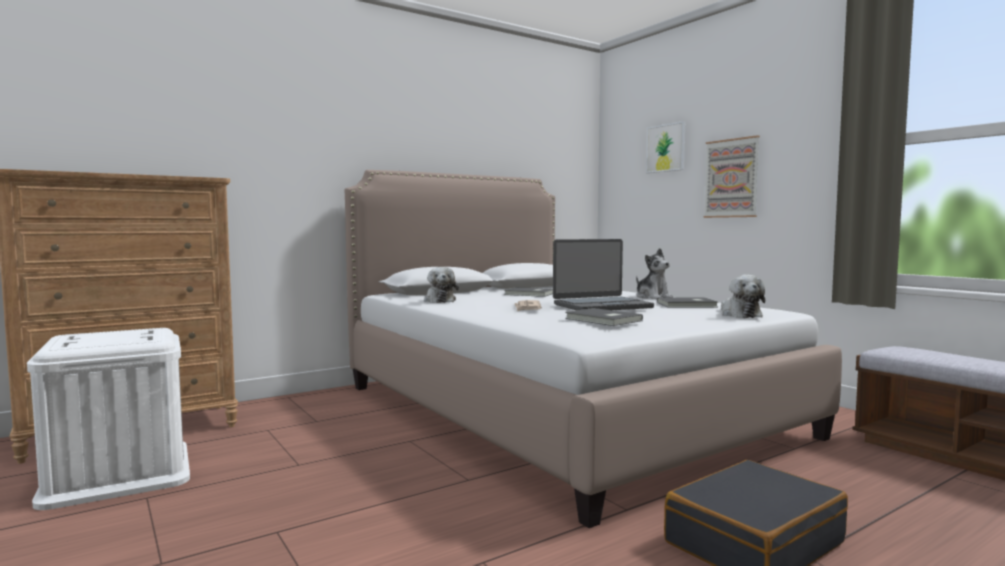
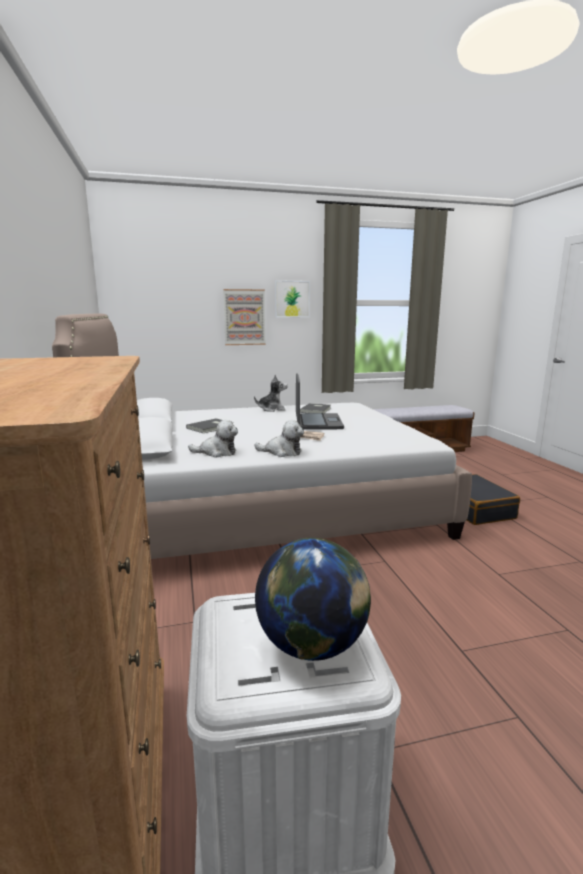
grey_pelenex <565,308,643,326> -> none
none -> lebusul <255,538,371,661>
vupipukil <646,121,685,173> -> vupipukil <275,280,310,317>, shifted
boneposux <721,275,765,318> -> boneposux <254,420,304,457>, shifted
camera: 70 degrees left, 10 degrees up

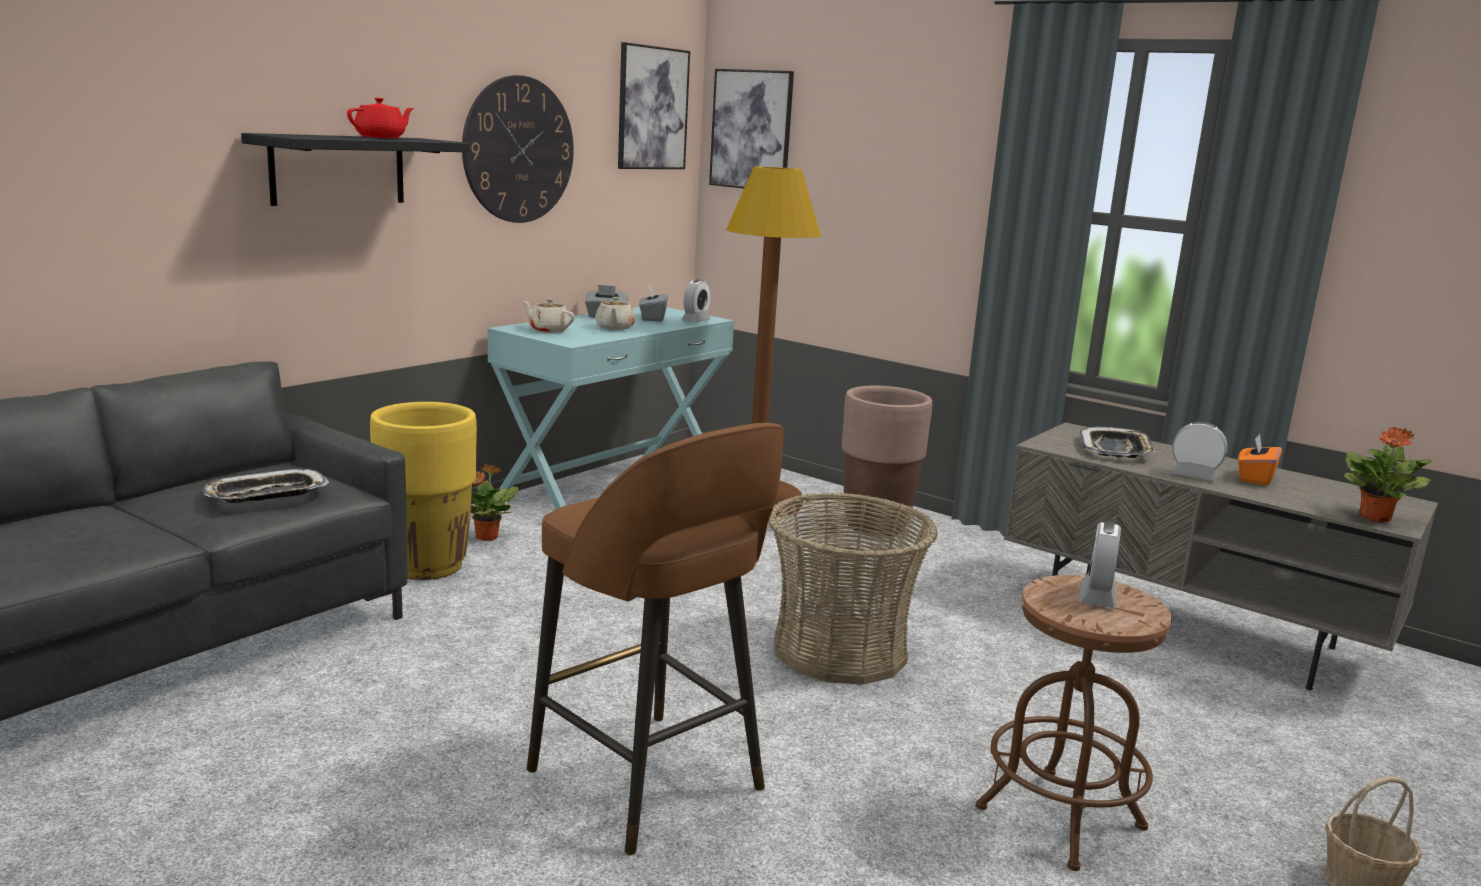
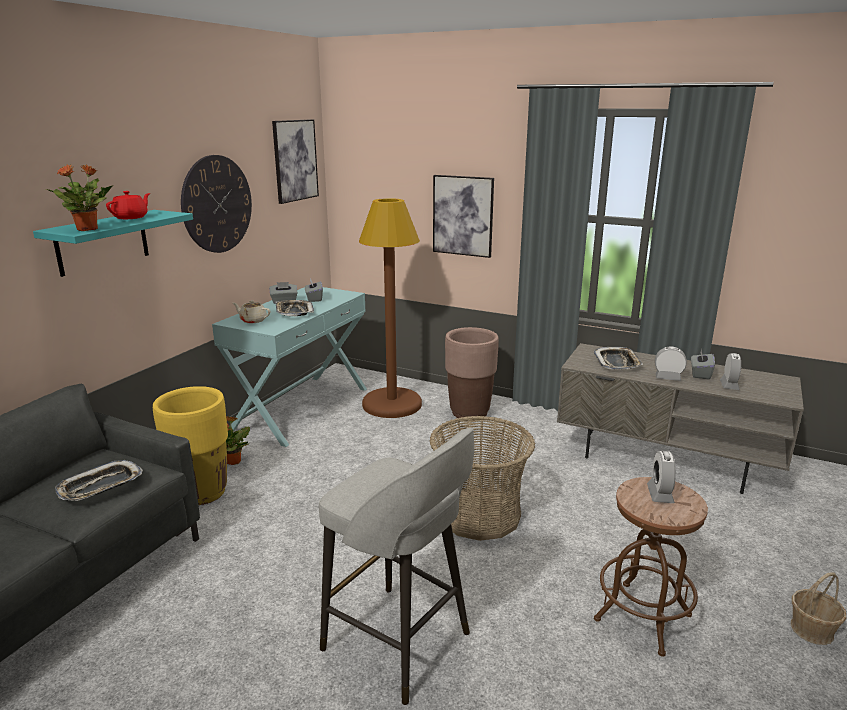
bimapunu <681,280,711,323> -> bimapunu <720,353,741,390>, shifted
vupipukil <709,69,794,189> -> vupipukil <433,175,494,258>, shifted
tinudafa <1344,427,1433,523> -> tinudafa <46,164,113,231>, shifted
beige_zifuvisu <595,297,635,330> -> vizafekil <276,300,314,316>
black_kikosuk <241,133,470,206> -> turquoise_kikosuk <33,210,193,277>
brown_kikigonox <527,423,784,855> -> grey_kikigonox <319,427,474,705>
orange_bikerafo <1238,434,1282,486> -> grey_bikerafo <691,350,715,379>
camera: 10 degrees left, 5 degrees up

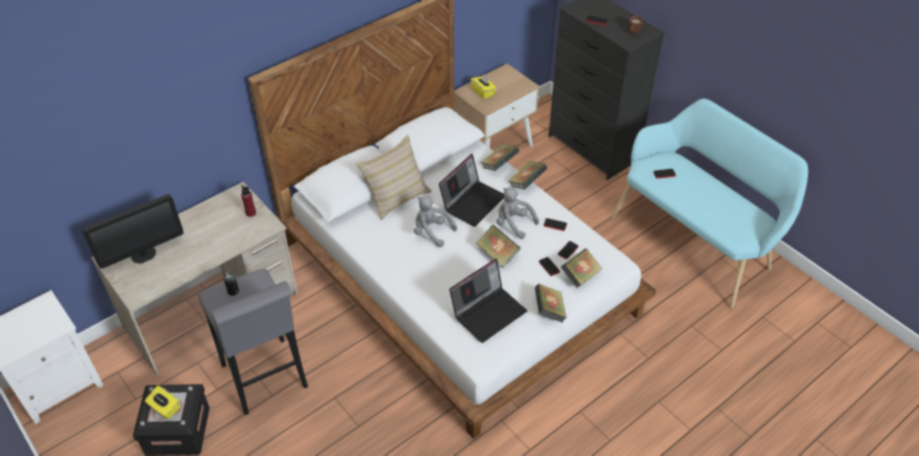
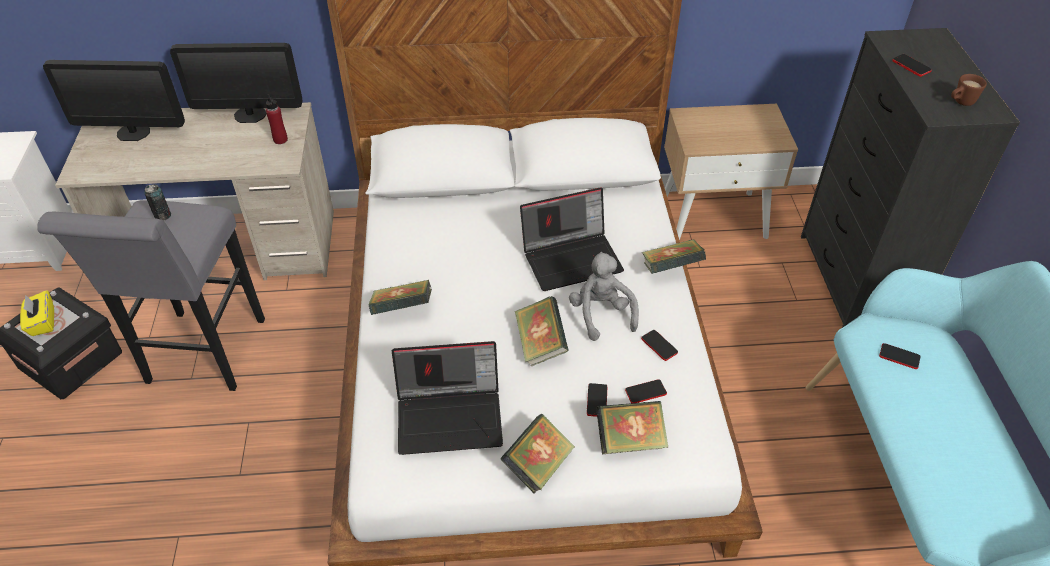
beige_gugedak <356,135,432,220> -> none
grey_boneposux <414,196,457,247> -> none
yellow_bikerafo <471,74,496,99> -> none
none -> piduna <170,43,303,123>
pelenex <481,144,519,171> -> pelenex <368,280,432,315>, shifted
camera: 35 degrees right, 0 degrees up

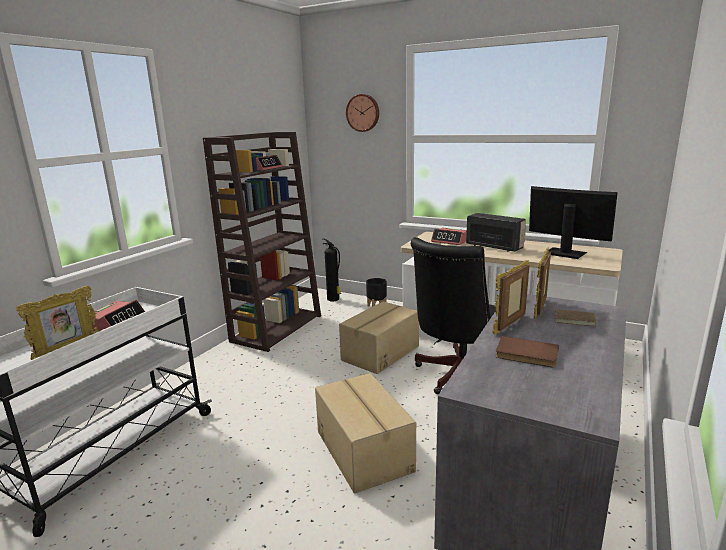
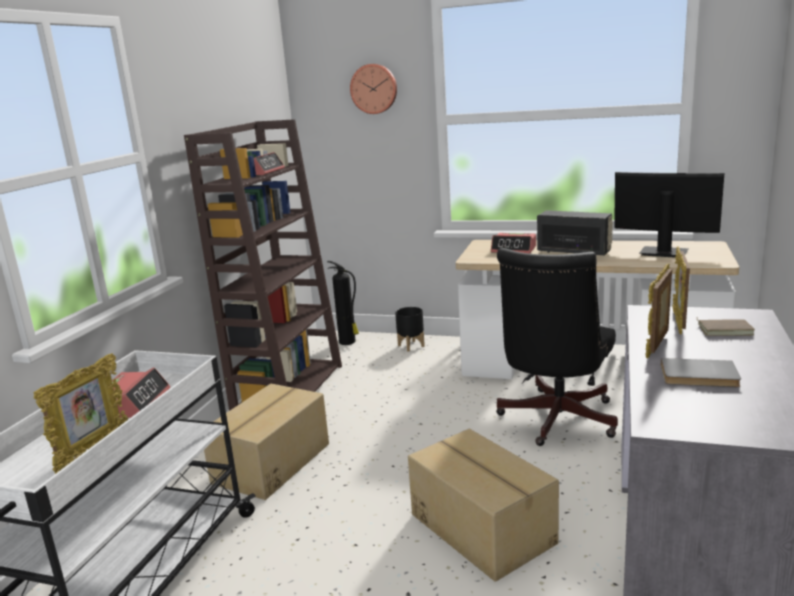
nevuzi <339,302,419,374> -> nevuzi <204,384,329,500>, shifted
brown_pelenex <496,336,559,368> -> grey_pelenex <661,358,741,387>
camera: 10 degrees left, 0 degrees up

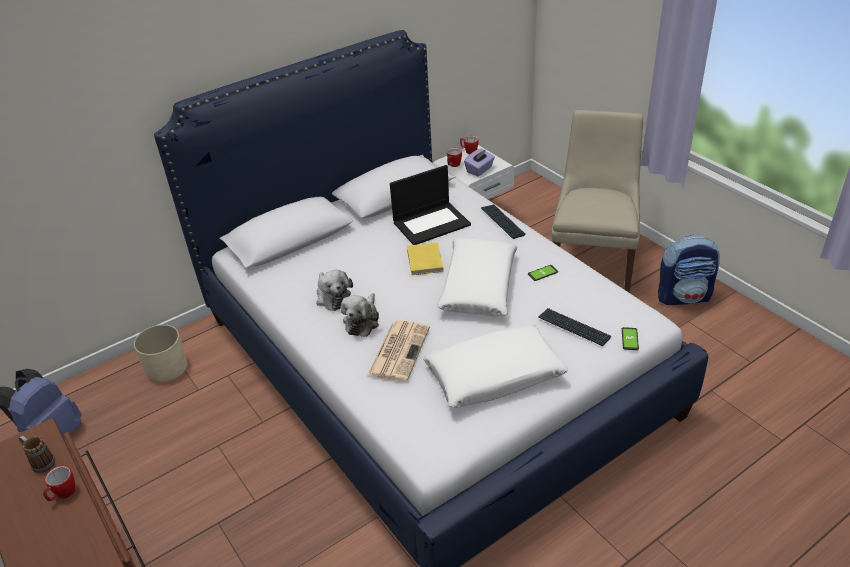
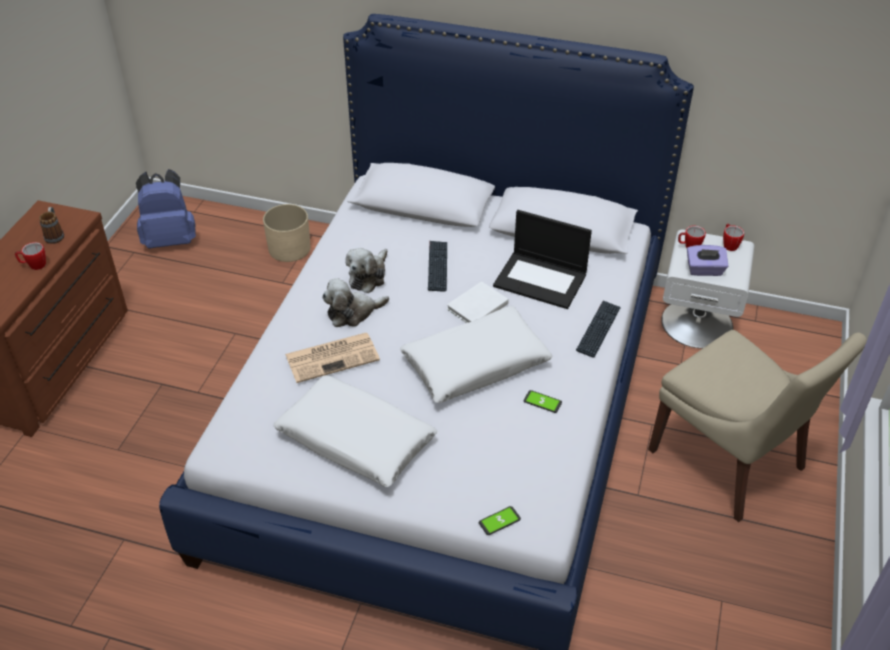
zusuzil <658,235,720,305> -> none
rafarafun <538,308,611,346> -> rafarafun <428,241,447,292>, shifted
yellow_pelenex <407,242,444,275> -> white_pelenex <447,281,509,323>
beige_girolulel <551,110,643,292> -> beige_girolulel <648,330,867,522>, 75 degrees clockwise
camera: 50 degrees right, 5 degrees up

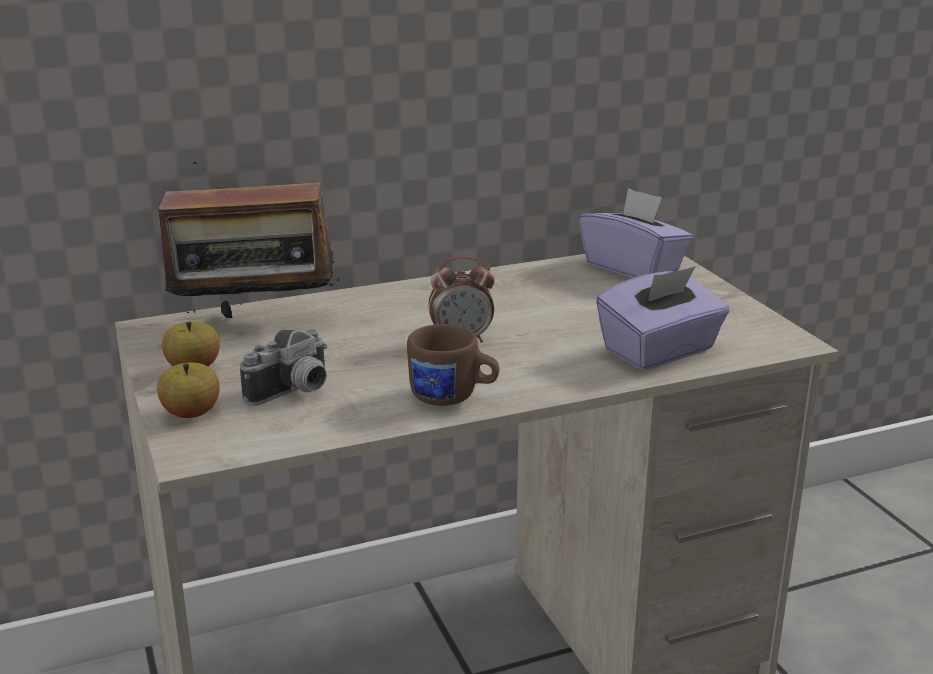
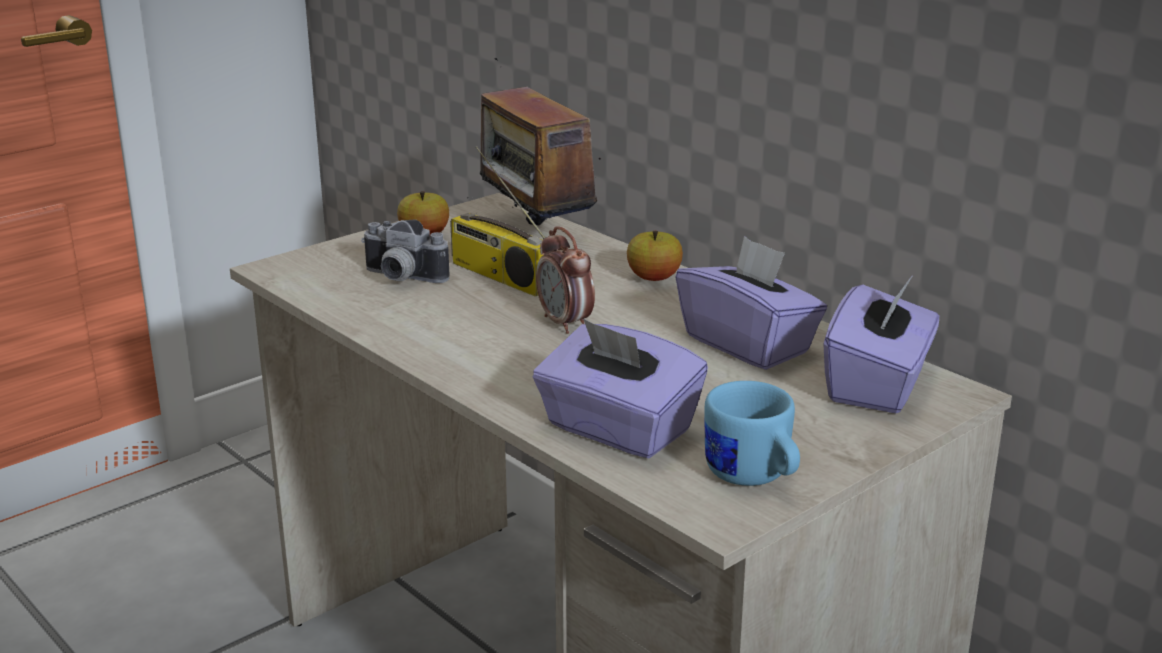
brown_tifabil <407,324,499,406> -> none
none -> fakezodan <450,146,546,297>
none -> purple_bikerafo <676,236,827,370>
none -> blue_tifabil <704,381,800,486>
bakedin <157,363,220,418> -> bakedin <627,231,683,281>, shifted
camera: 70 degrees right, 0 degrees up

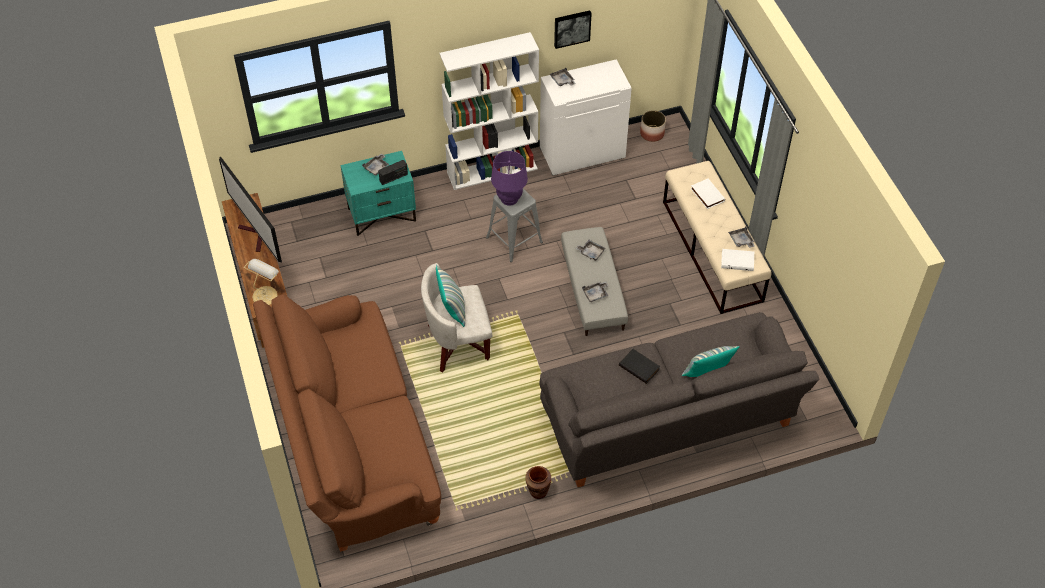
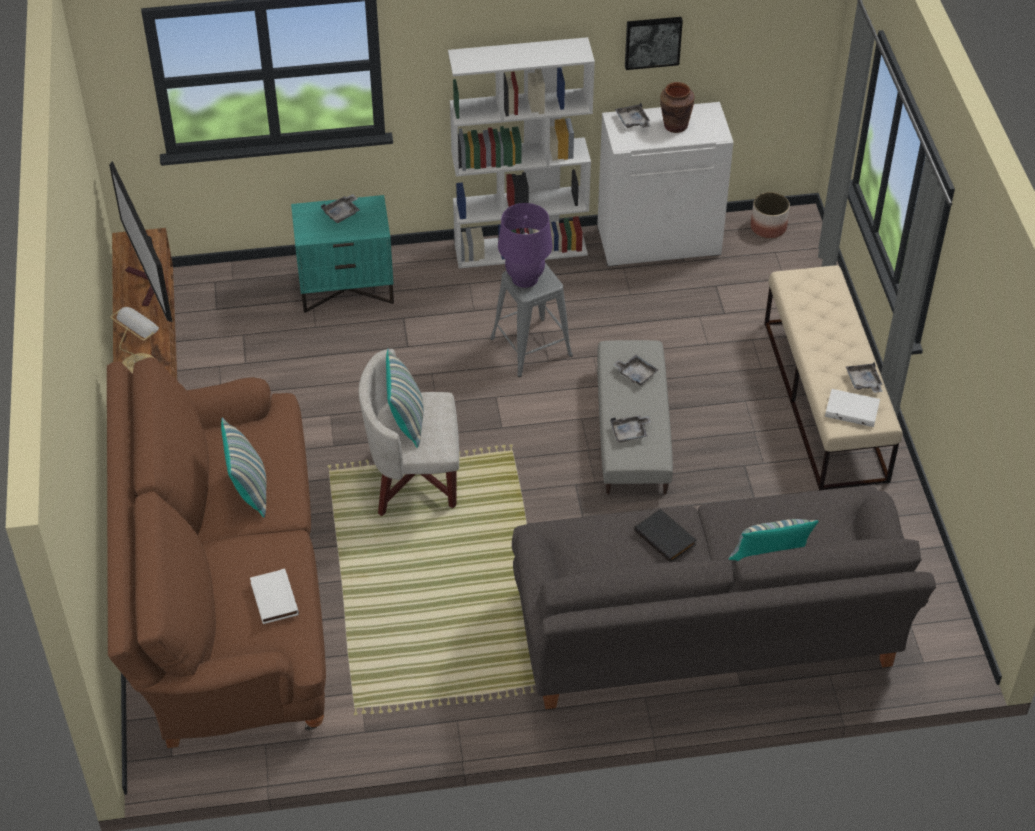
fakezodan <378,160,408,185> -> none
none -> gugedak <221,417,267,518>
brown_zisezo <525,466,551,499> -> brown_zisezo <660,82,695,133>, shifted
white_pelenex <691,178,725,209> -> white_pelenex <250,569,299,624>, shifted
camera: 10 degrees right, 5 degrees down

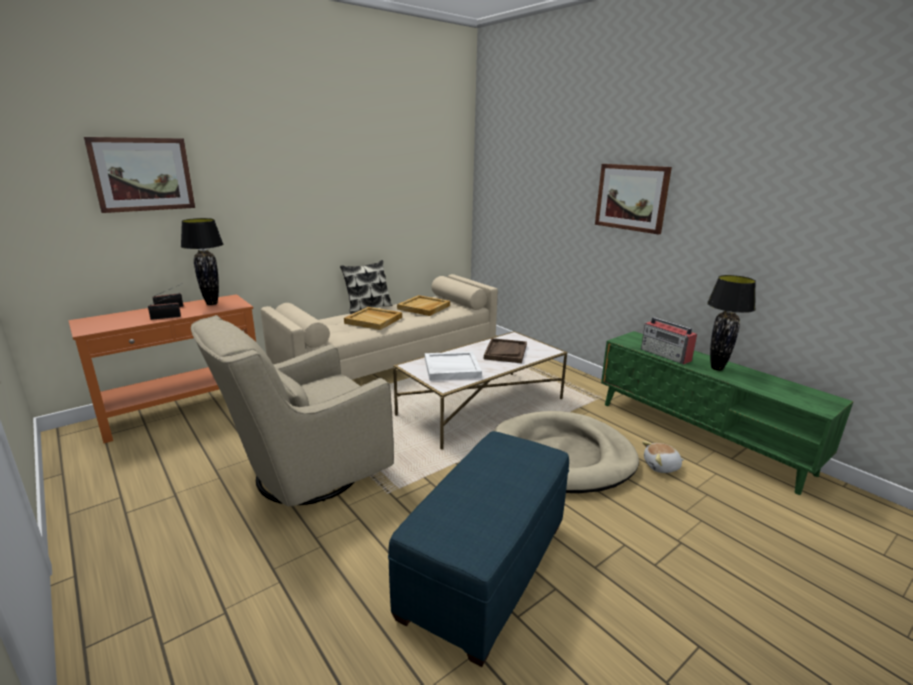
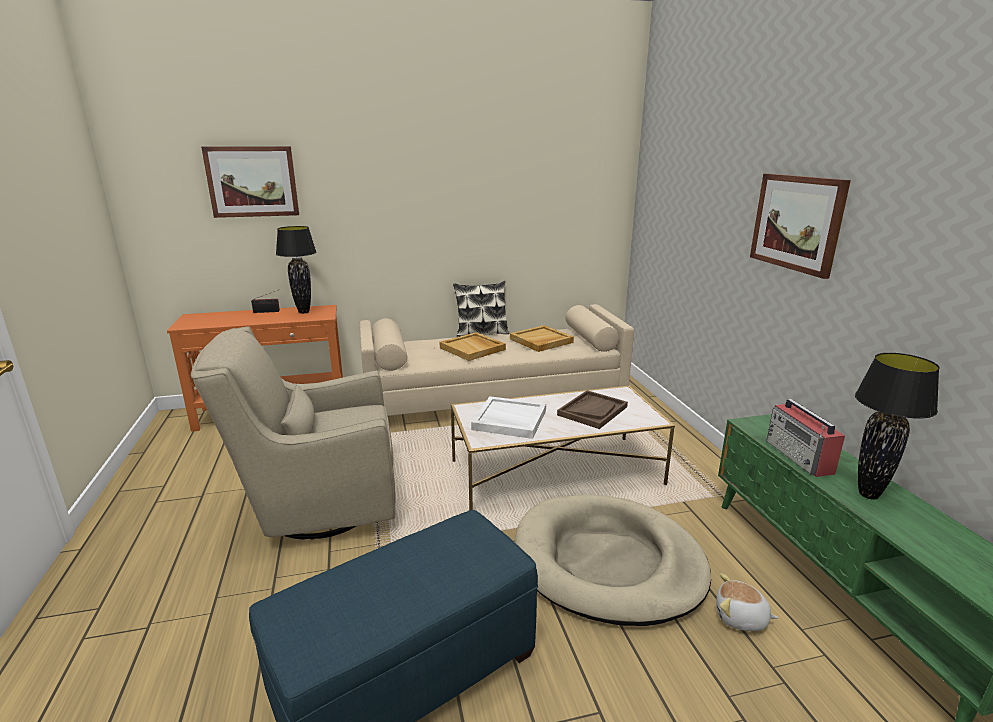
fakezodan <148,293,181,320> -> none
camera: 25 degrees right, 0 degrees up

